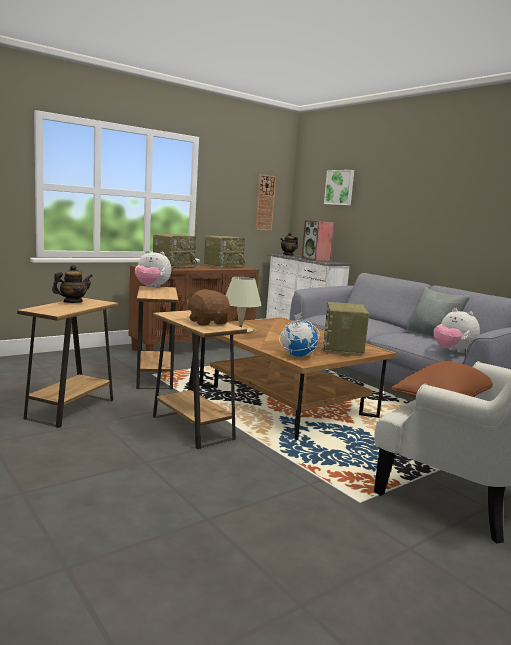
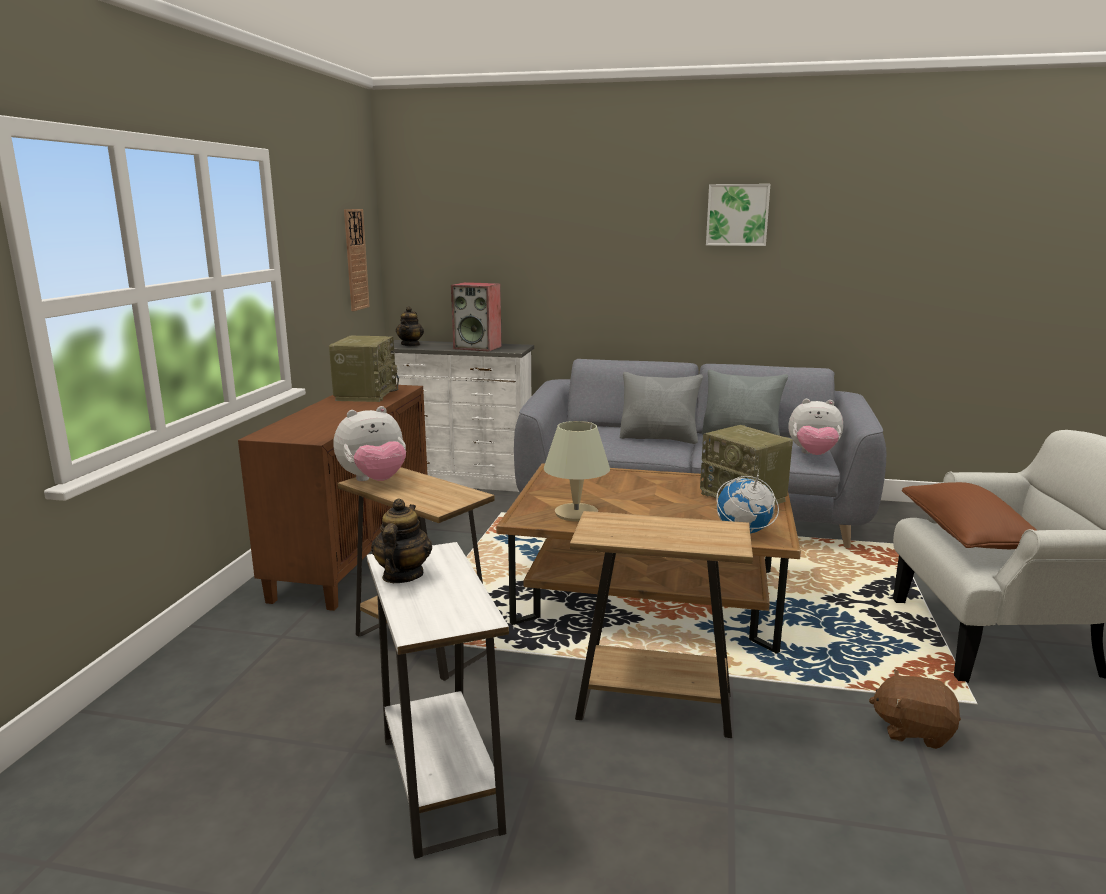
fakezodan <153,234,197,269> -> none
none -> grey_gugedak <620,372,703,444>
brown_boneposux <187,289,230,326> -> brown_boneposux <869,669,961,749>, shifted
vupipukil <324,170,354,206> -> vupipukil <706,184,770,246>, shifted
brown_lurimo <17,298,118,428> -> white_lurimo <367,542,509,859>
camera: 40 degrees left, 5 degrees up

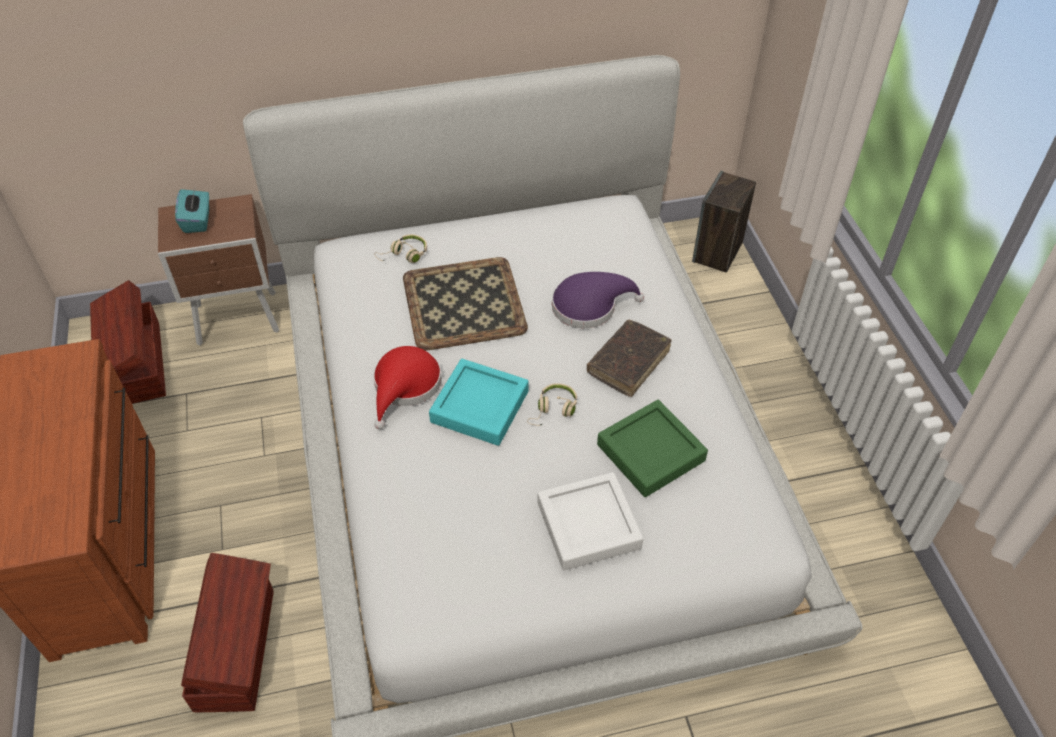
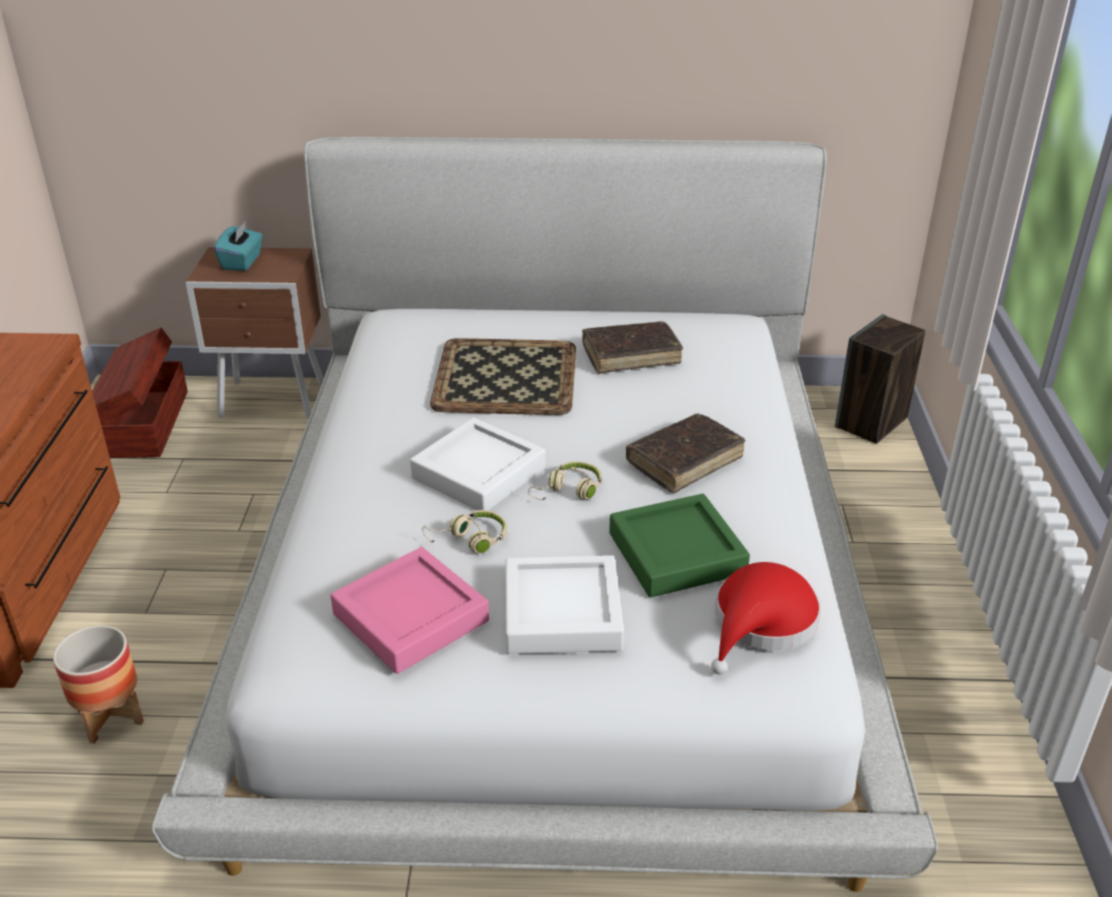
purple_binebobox <552,272,644,328> -> none
none -> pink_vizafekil <330,547,489,674>
none -> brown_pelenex <582,321,683,374>
red_binebobox <373,346,442,429> -> red_binebobox <711,562,821,675>, shifted
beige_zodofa <374,234,427,263> -> beige_zodofa <422,510,507,554>, shifted
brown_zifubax <181,553,274,712> -> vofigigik <53,625,144,744>
turquoise_vizafekil <429,359,529,446> -> white_vizafekil <410,418,546,510>
camera: 15 degrees right, 15 degrees down

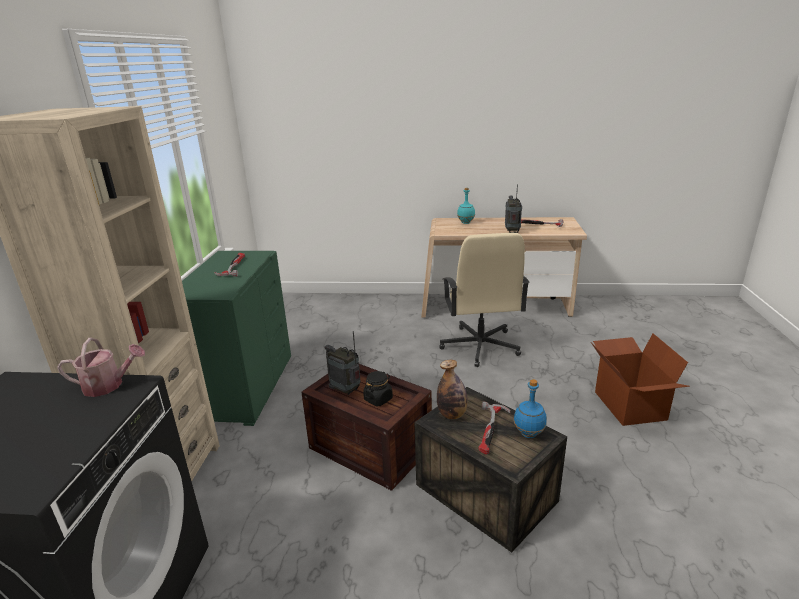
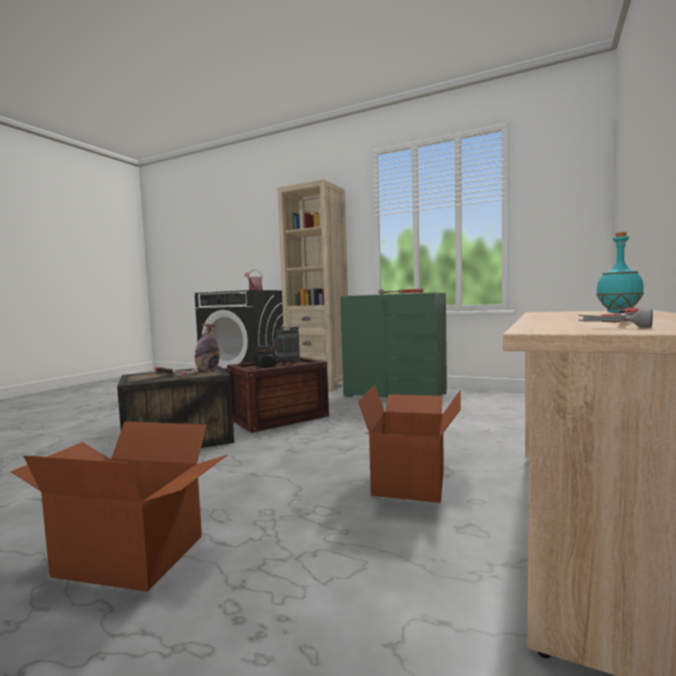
fakezodan <505,184,522,233> -> none
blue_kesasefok <513,379,547,438> -> none
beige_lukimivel <440,233,530,367> -> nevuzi <358,384,461,503>
camera: 110 degrees right, 20 degrees down

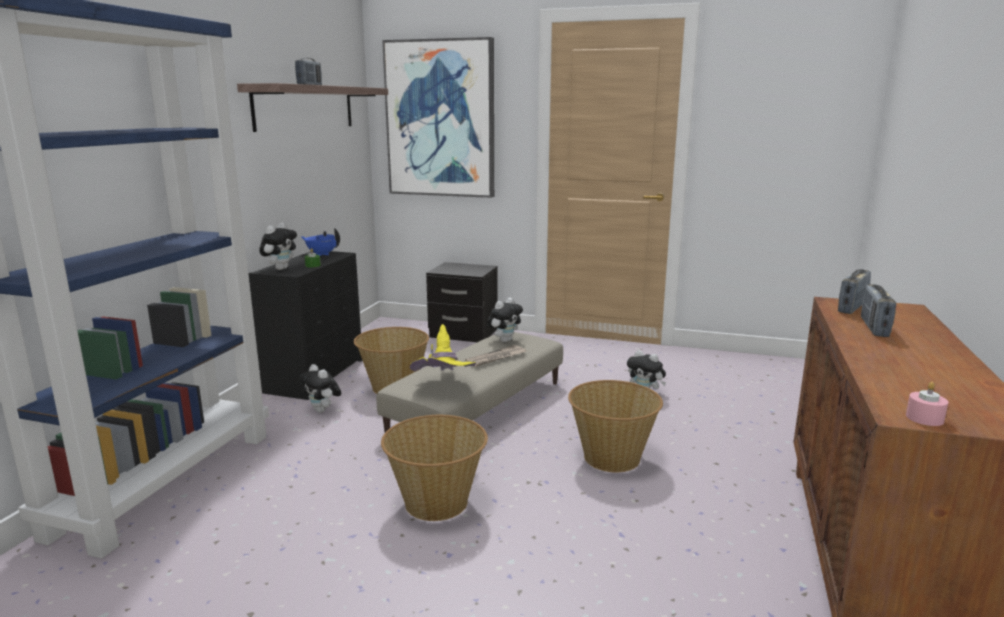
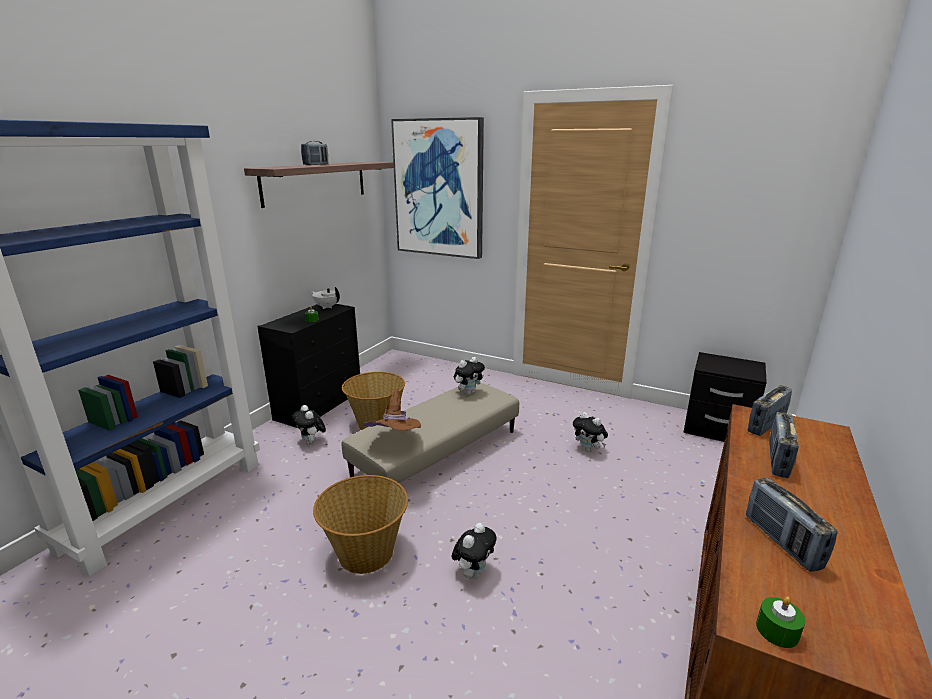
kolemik <465,345,526,367> -> none
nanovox <568,380,663,472> -> none
none -> fakezodan <746,478,838,571>
boneposux <259,223,297,270> -> boneposux <452,523,497,579>, shifted
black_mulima <426,262,497,342> -> black_mulima <683,352,767,442>, shifted
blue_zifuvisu <301,228,340,256> -> white_zifuvisu <311,287,340,309>
yellow_binebobox <410,324,476,371> -> brown_binebobox <363,389,421,431>
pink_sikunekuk <906,382,949,426> -> green_sikunekuk <756,597,805,648>
camera: 10 degrees right, 5 degrees up

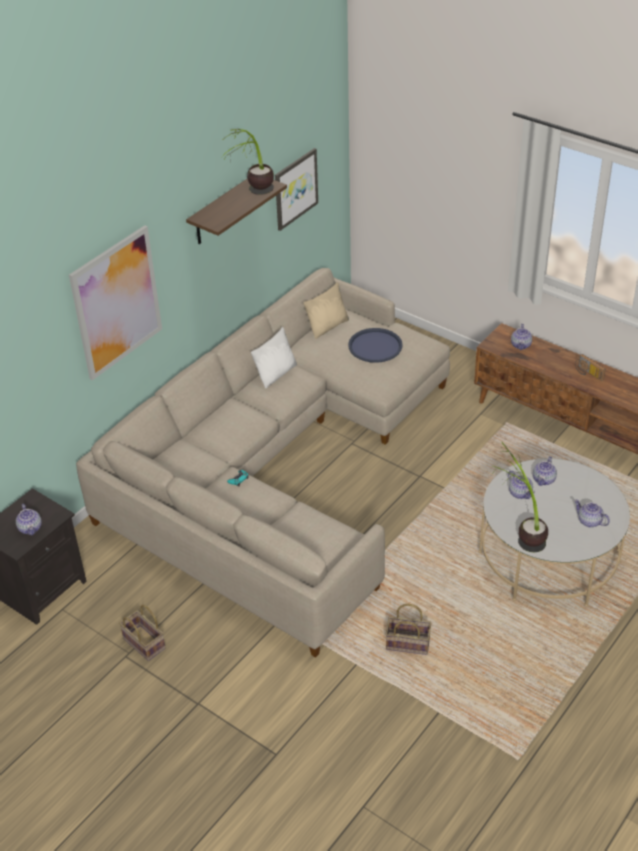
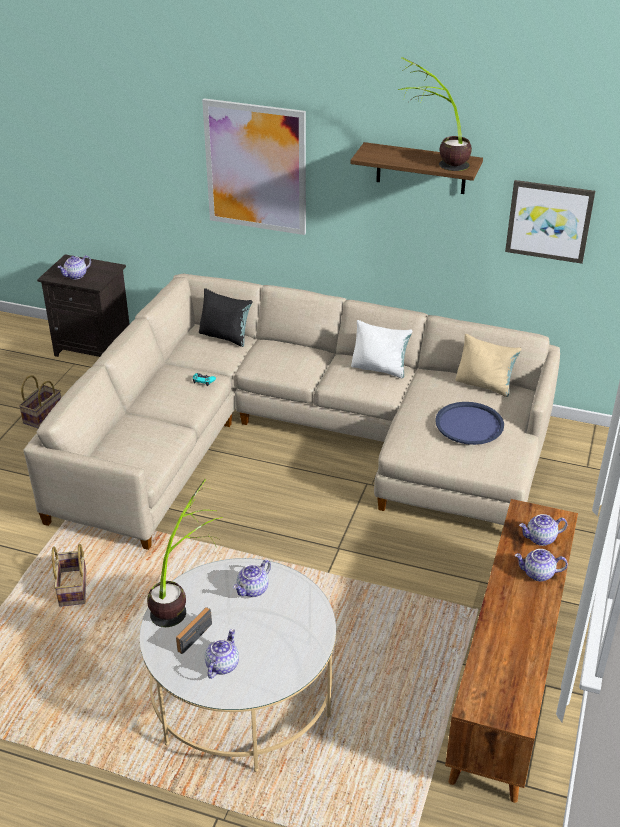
none -> black_gugedak <199,288,252,347>
zifuvisu <533,456,557,486> -> zifuvisu <515,549,568,581>, shifted
fakezodan <575,354,606,381> -> fakezodan <176,607,212,654>, shifted
camera: 70 degrees right, 5 degrees down

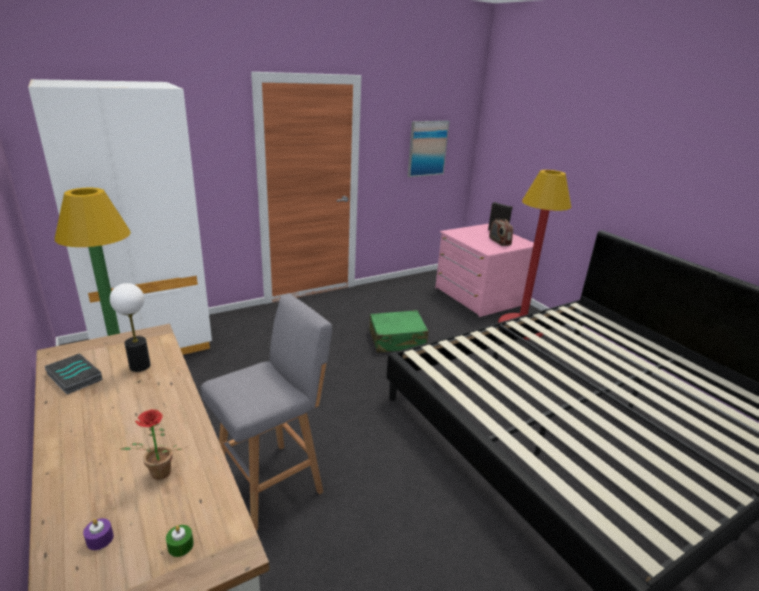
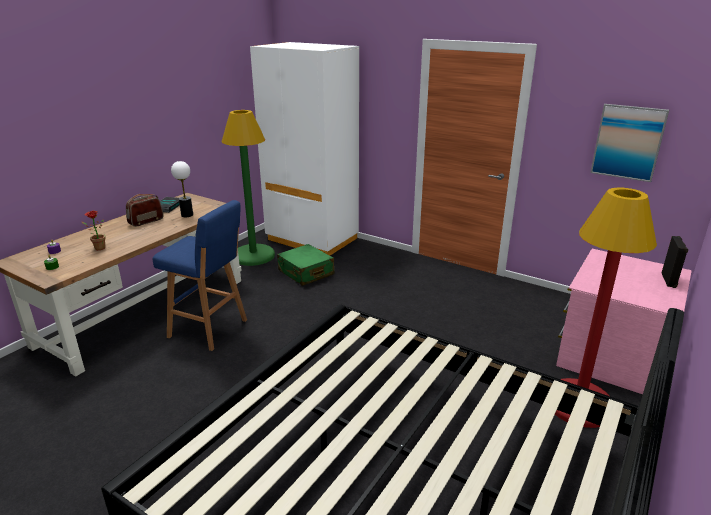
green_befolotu <369,310,428,353> -> green_befolotu <277,244,335,286>, shifted
fakezodan <489,218,513,246> -> fakezodan <126,194,164,227>, shifted
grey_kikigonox <201,294,332,531> -> blue_kikigonox <152,200,247,351>
camera: 65 degrees right, 0 degrees up

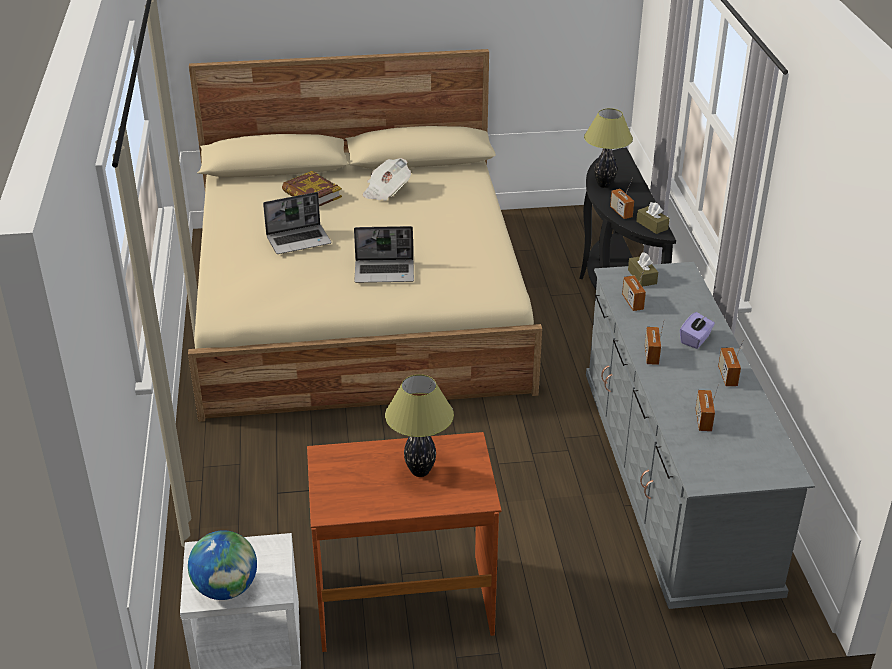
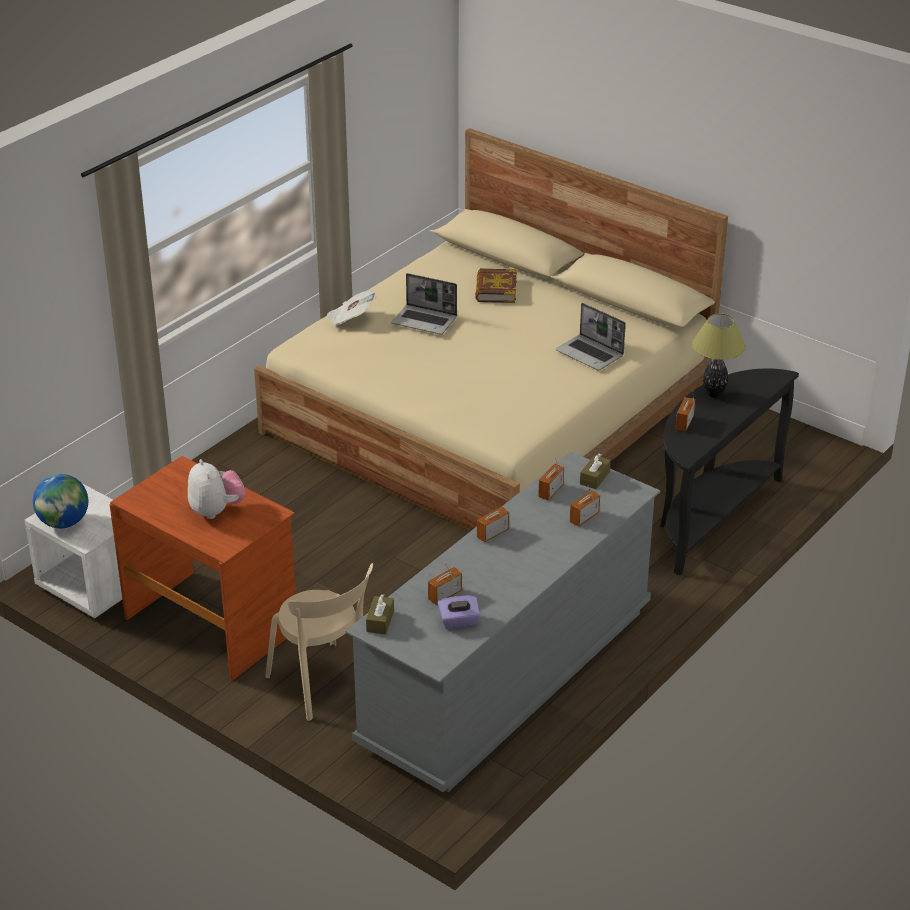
none -> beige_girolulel <265,563,373,721>
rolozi <354,226,414,283> -> rolozi <556,303,626,370>, shifted
kolemik <363,158,411,201> -> kolemik <327,290,377,326>, shifted
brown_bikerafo <636,202,670,234> -> brown_bikerafo <366,594,394,634>, shifted
purple_bikerafo <680,312,715,349> -> purple_bikerafo <437,596,480,629>, shifted
fakezodan <718,340,744,386> -> fakezodan <570,485,600,527>, shifted
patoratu <385,374,454,477> -> boneposux <188,459,246,519>
camera: 45 degrees right, 0 degrees up

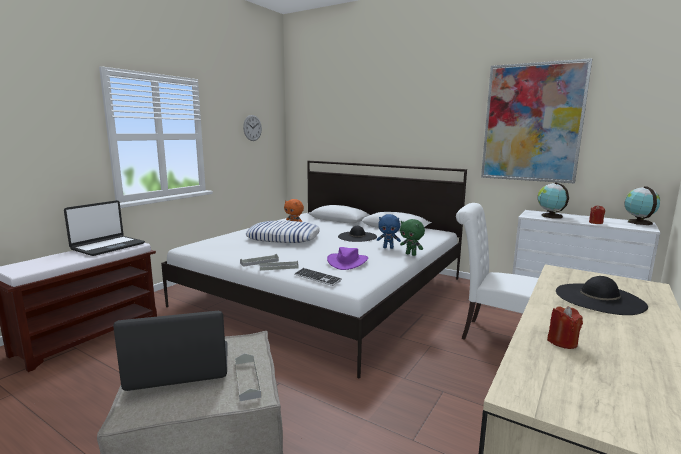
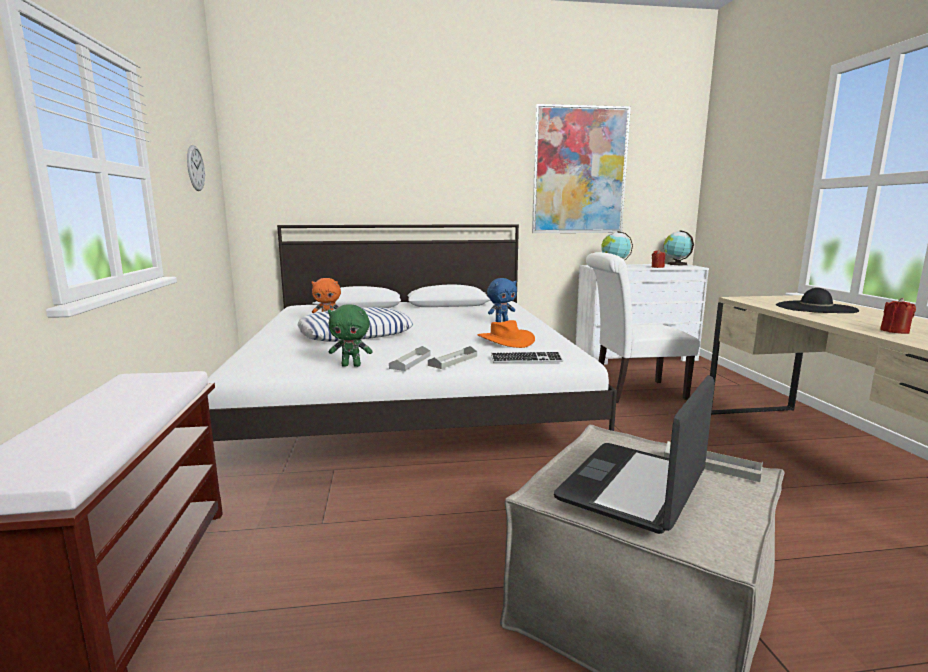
rolozi <64,200,145,256> -> none
black_binebobox <338,226,377,242> -> none
green_boneposux <400,219,425,256> -> green_boneposux <328,304,373,367>, shifted
purple_binebobox <327,247,368,270> -> orange_binebobox <477,320,535,348>
camera: 40 degrees left, 0 degrees up

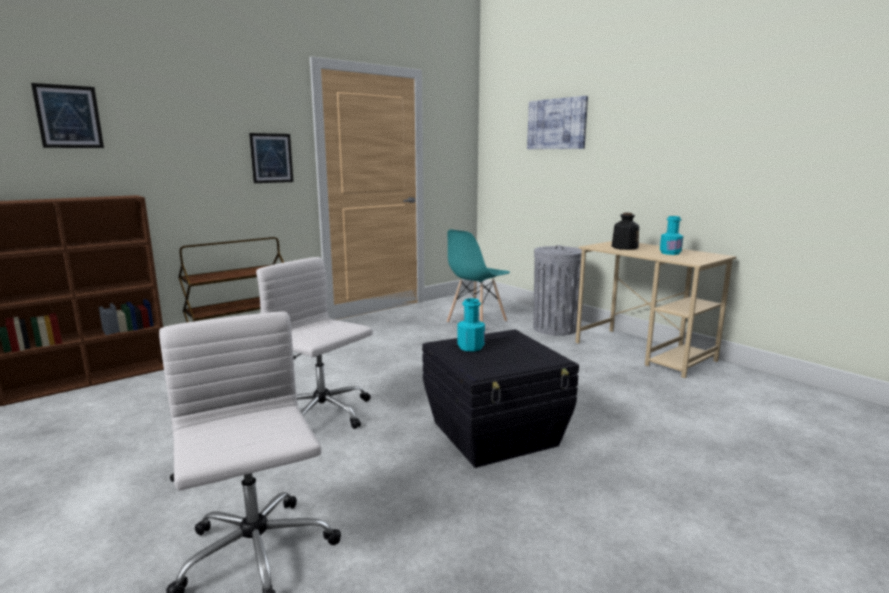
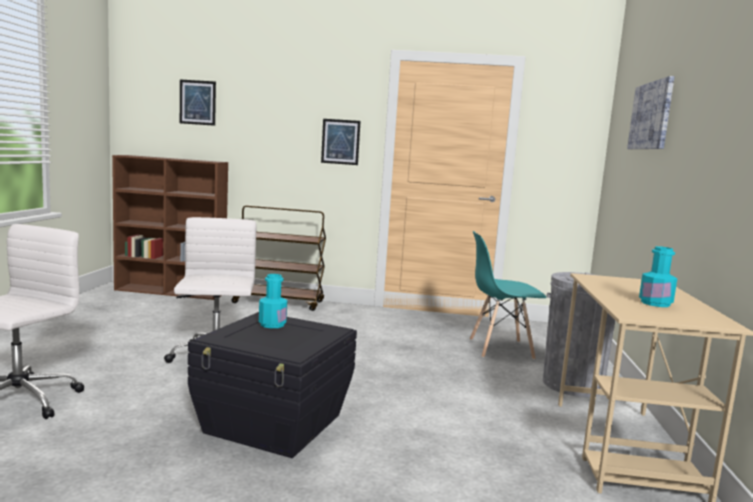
kesasefok <612,213,639,250> -> none
camera: 45 degrees right, 5 degrees down

